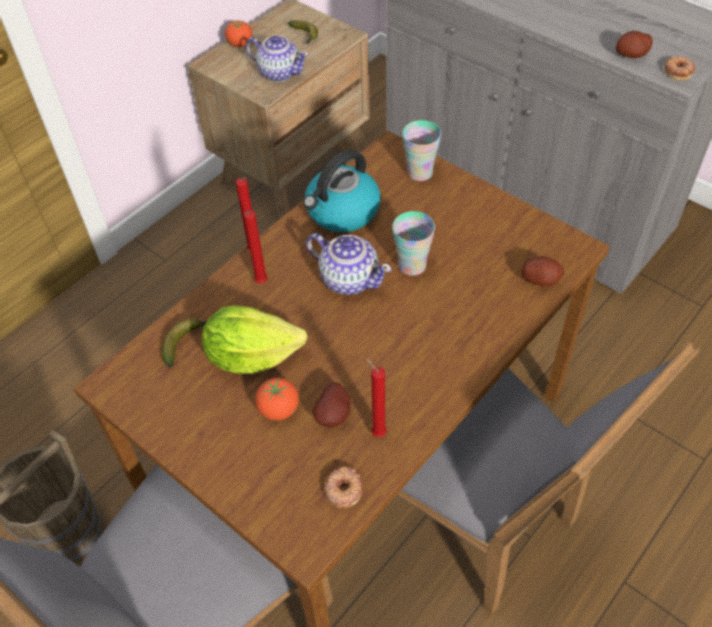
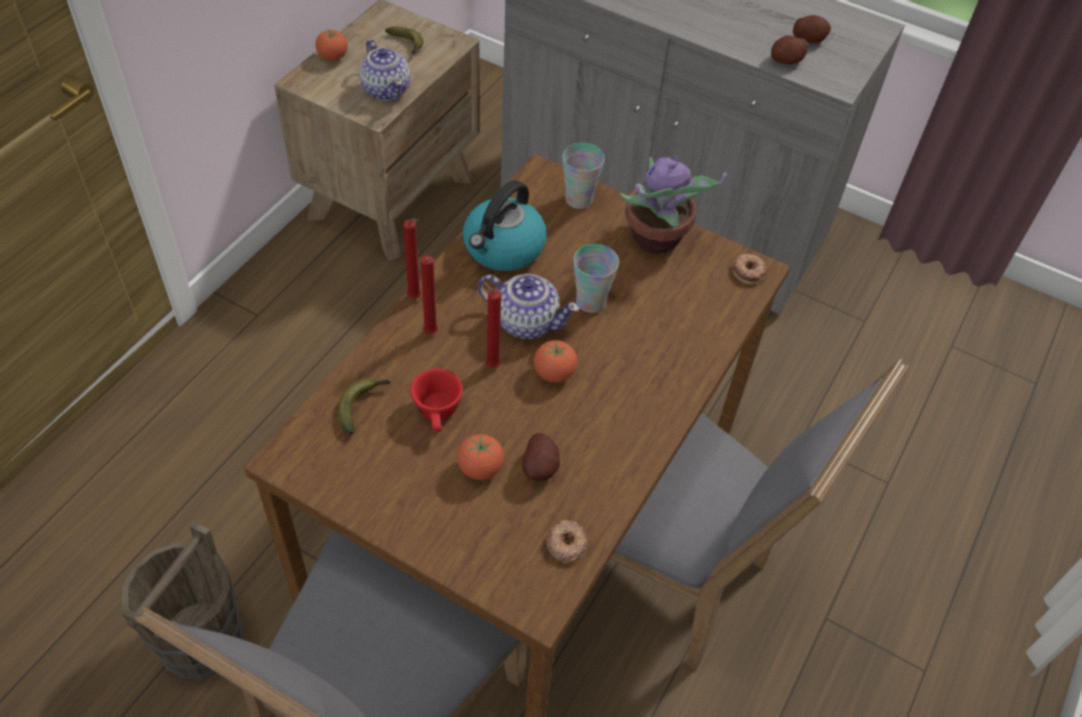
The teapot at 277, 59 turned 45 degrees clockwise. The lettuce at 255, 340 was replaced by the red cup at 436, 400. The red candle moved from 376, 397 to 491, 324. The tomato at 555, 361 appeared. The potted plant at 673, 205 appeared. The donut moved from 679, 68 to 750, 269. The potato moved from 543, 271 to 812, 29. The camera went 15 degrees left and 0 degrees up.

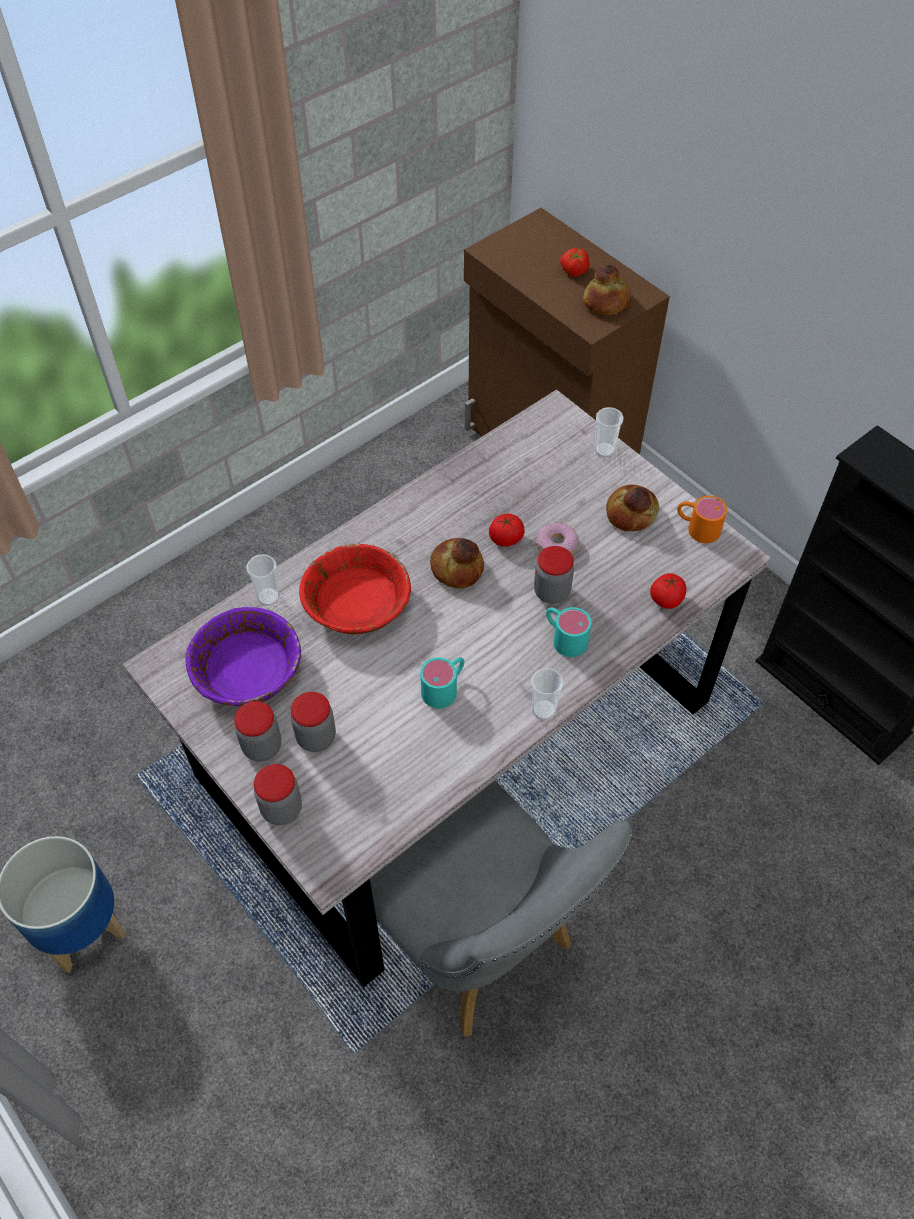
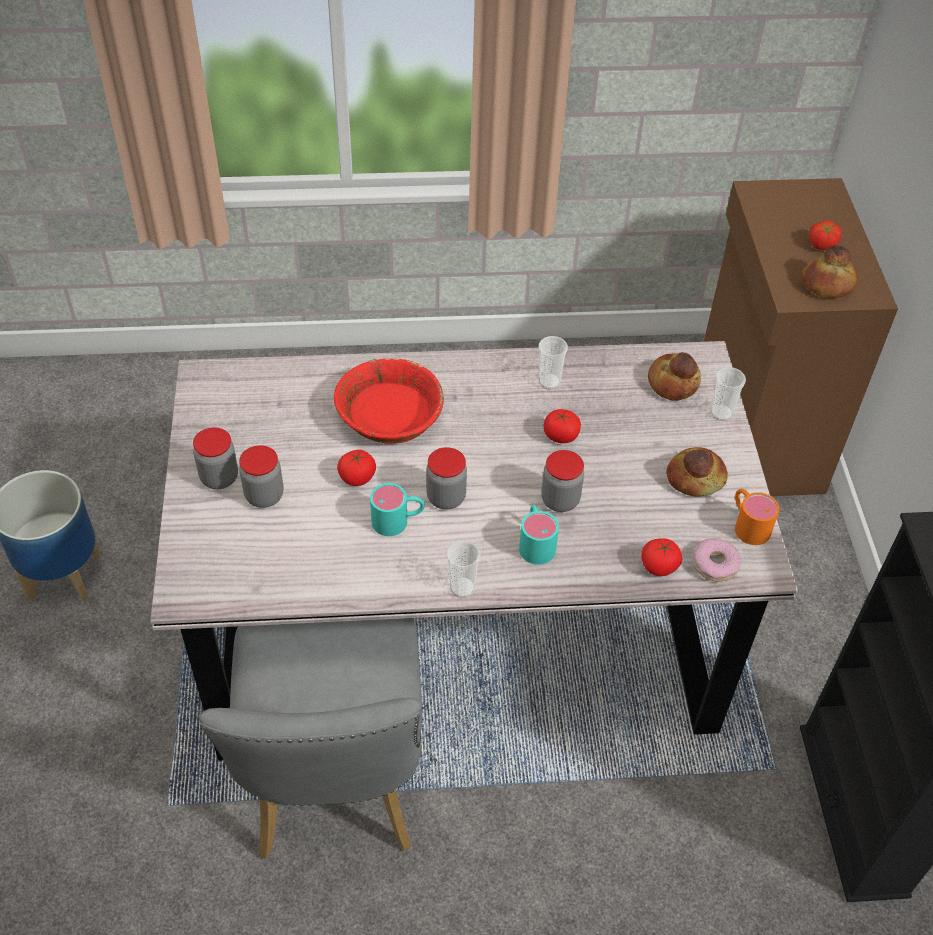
The tomato at 356, 468 appeared. The jar moved from 278, 794 to 446, 478. The cup moved from 263, 580 to 553, 363. The bread moved from 457, 563 to 674, 376. The donut moved from 557, 538 to 717, 560. The purple bowl at 243, 656 disappeared. The camera went 35 degrees right and 5 degrees down.

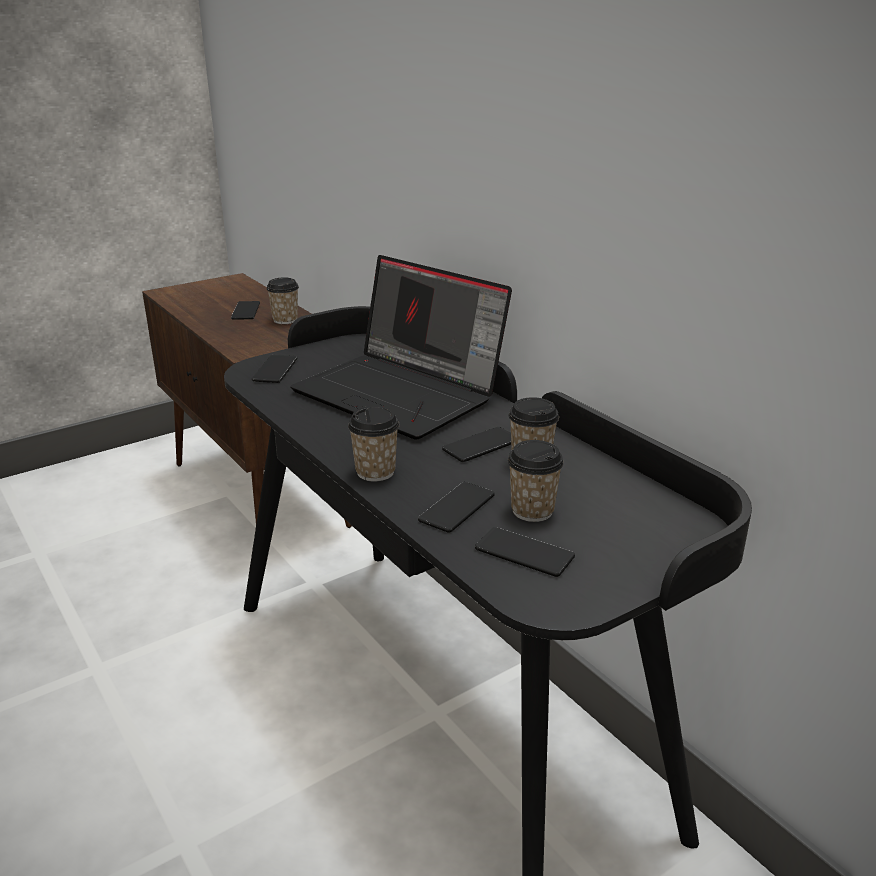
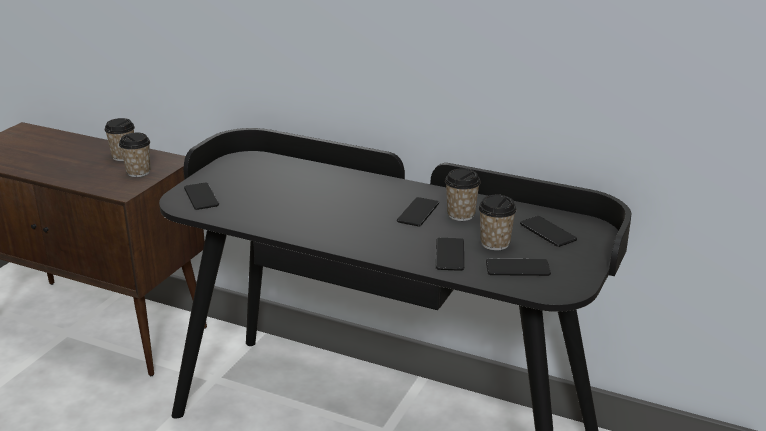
The cup moved from 374, 444 to 134, 155. The phone moved from 245, 310 to 548, 231. The laptop at 401, 347 disappeared. The camera went 30 degrees left and 0 degrees up.

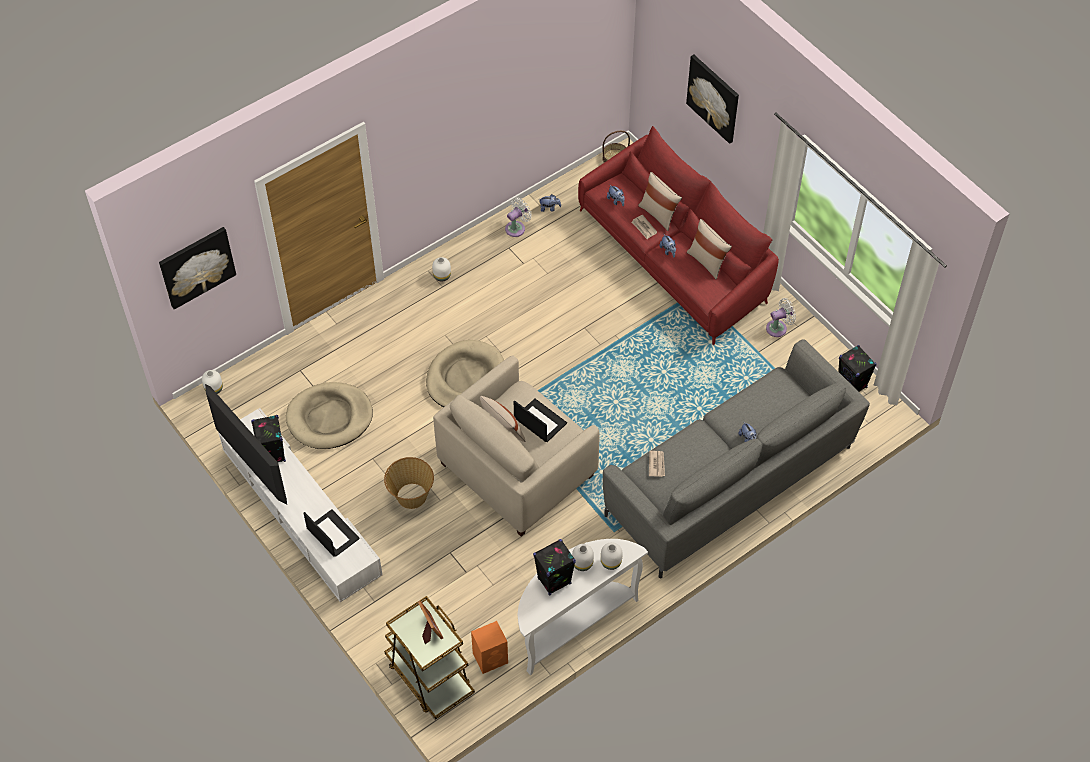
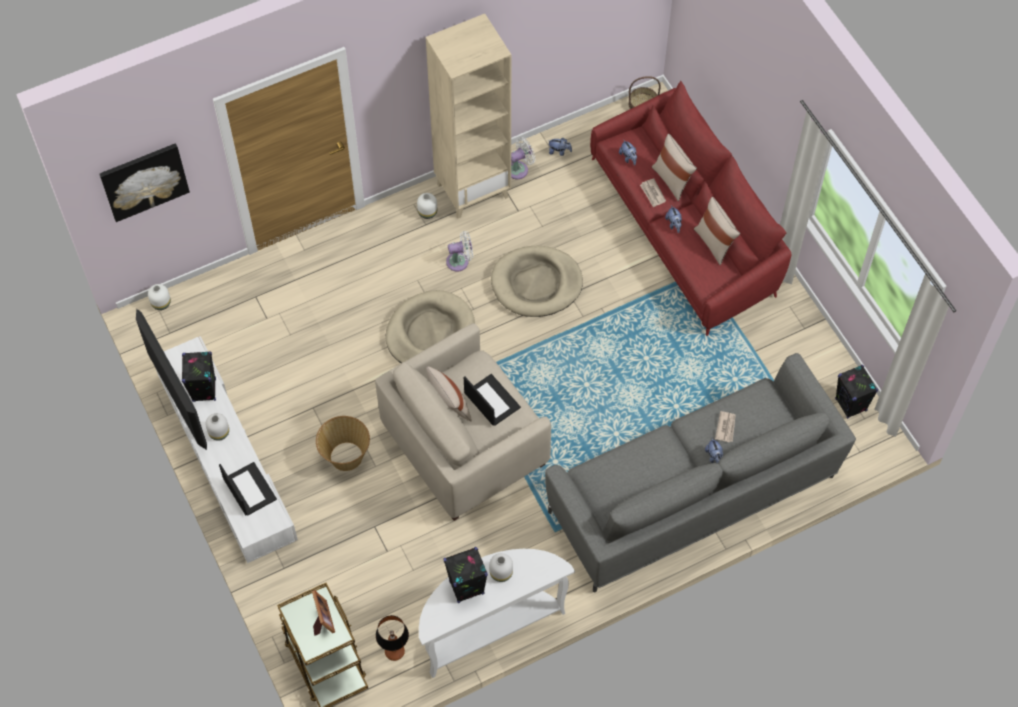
The white vase moved from 612, 556 to 217, 427. The orange speaker at 489, 647 was replaced by the table lamp at 392, 638. The beige bookcase at 468, 116 appeared. The white fan moved from 781, 317 to 459, 251. The beige dog bed moved from 329, 415 to 537, 281. The newspaper moved from 657, 464 to 725, 426. The picture at 712, 99 disappeared. The camera went 10 degrees right and 5 degrees up.

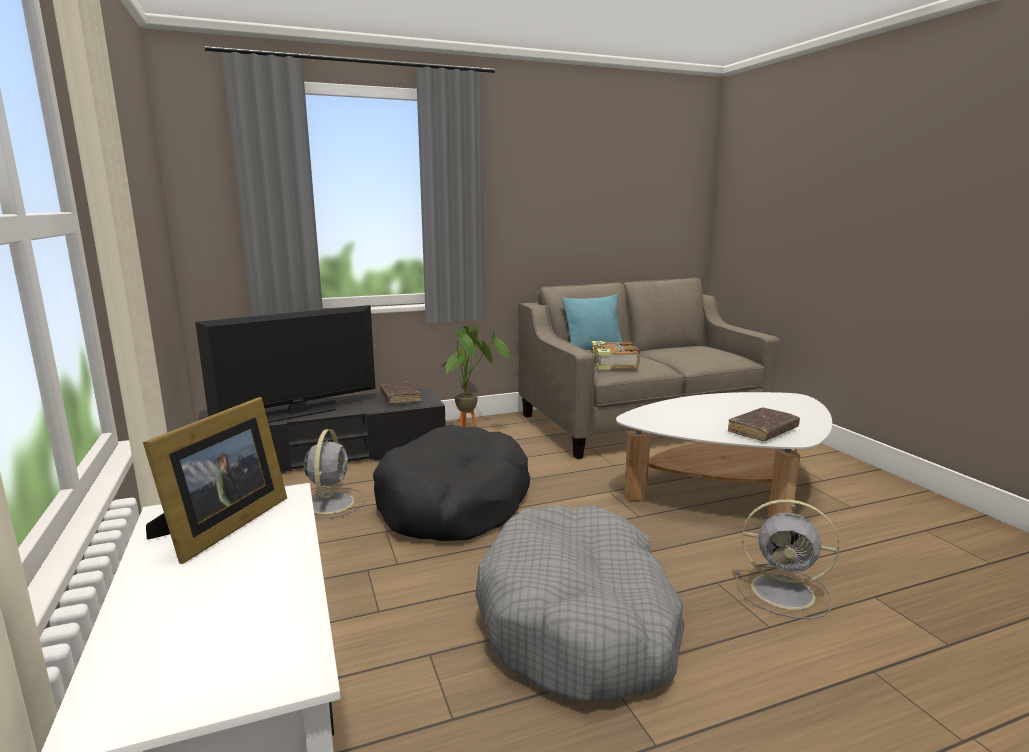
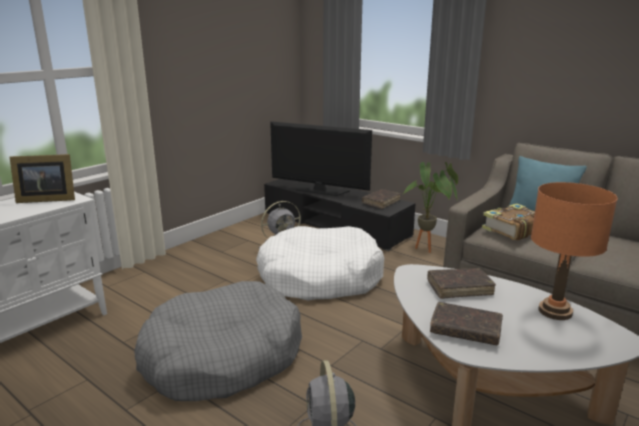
The black dog bed at 451, 483 became the white dog bed at 320, 263. The brown book at 461, 283 appeared. The orange table lamp at 574, 251 appeared. The camera went 60 degrees right and 5 degrees up.

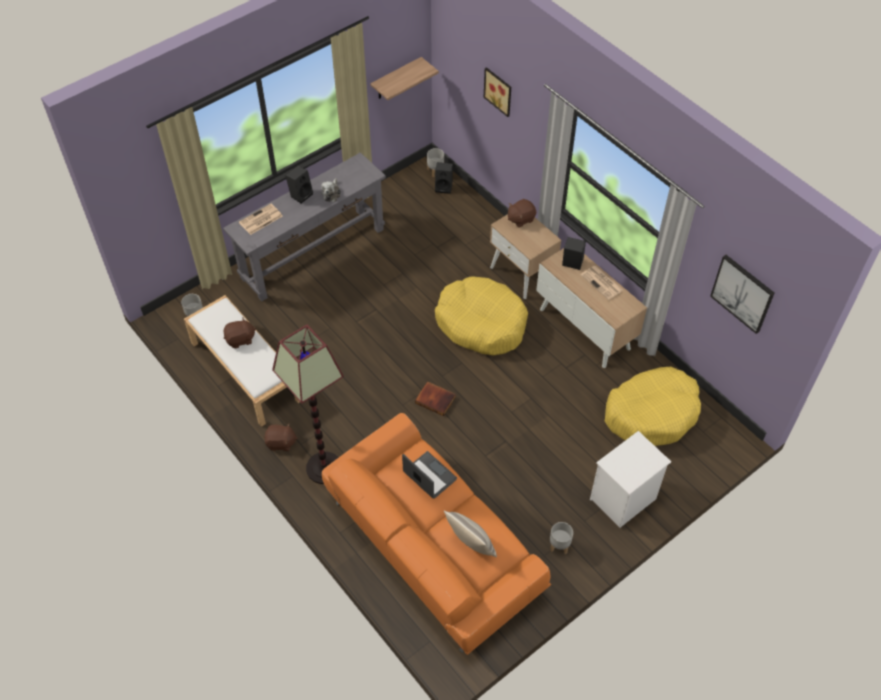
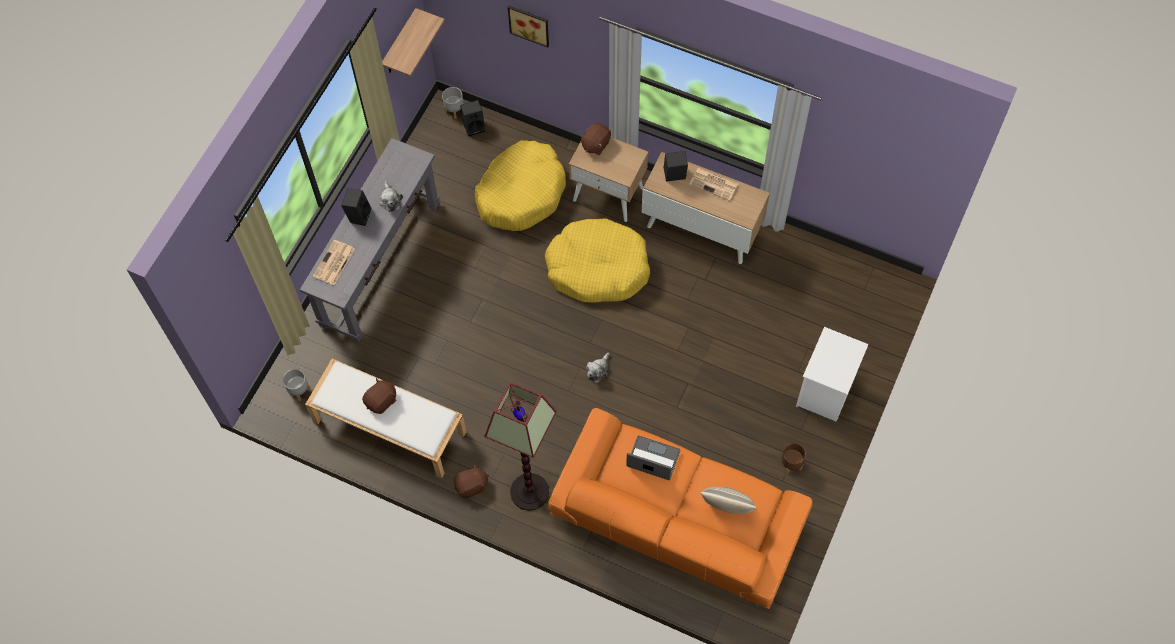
The yellow dog bed moved from 653, 406 to 520, 185. The book at 435, 398 was replaced by the plush toy at 597, 368. The grey planter at 561, 538 became the brown planter at 793, 458. The picture at 742, 294 disappeared. The camera went 25 degrees left and 10 degrees up.

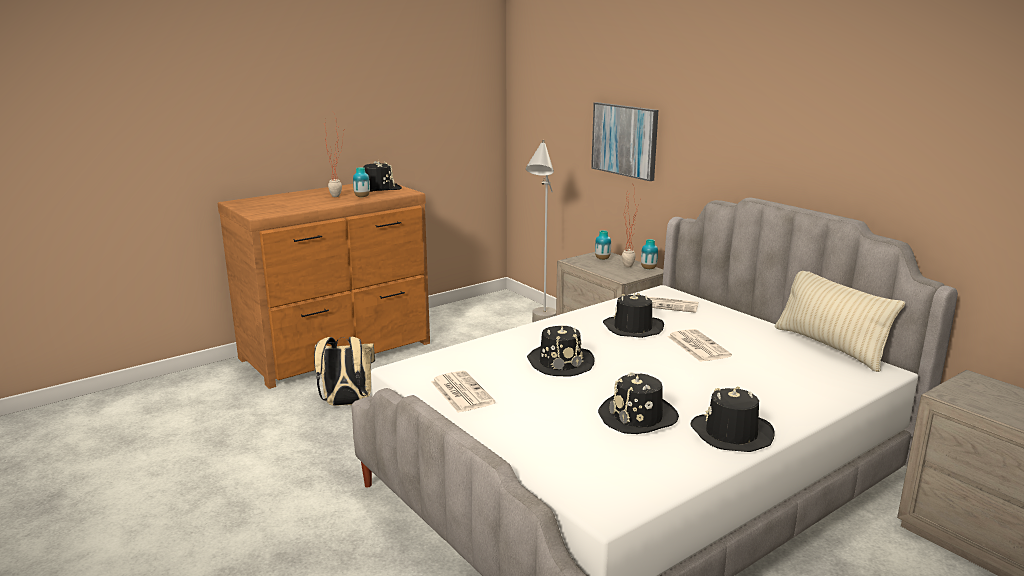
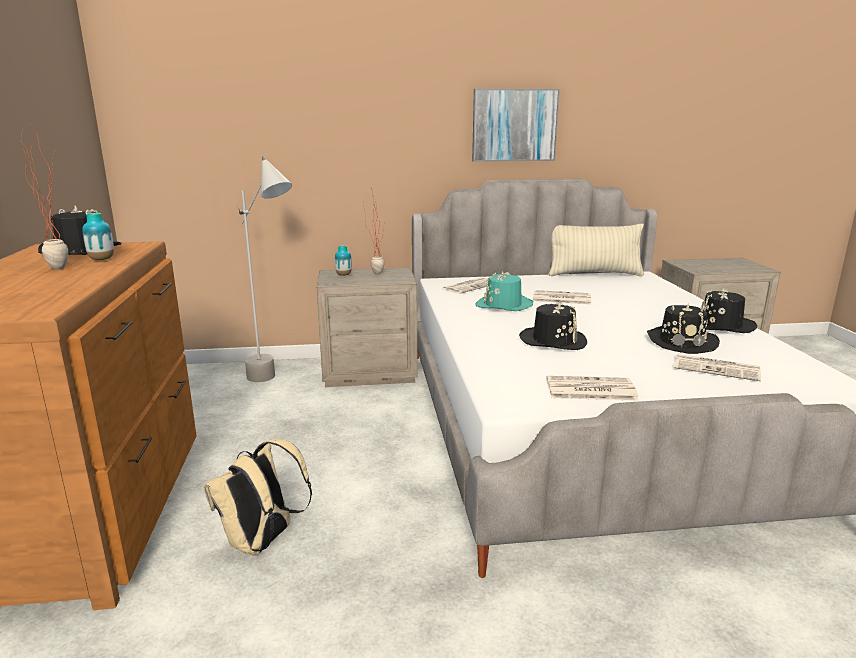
The picture moved from 624, 141 to 516, 125. The black hat at 633, 315 became the turquoise hat at 504, 291. The newspaper at 717, 367 appeared. The vase at 649, 254 disappeared. The camera went 60 degrees left and 0 degrees up.

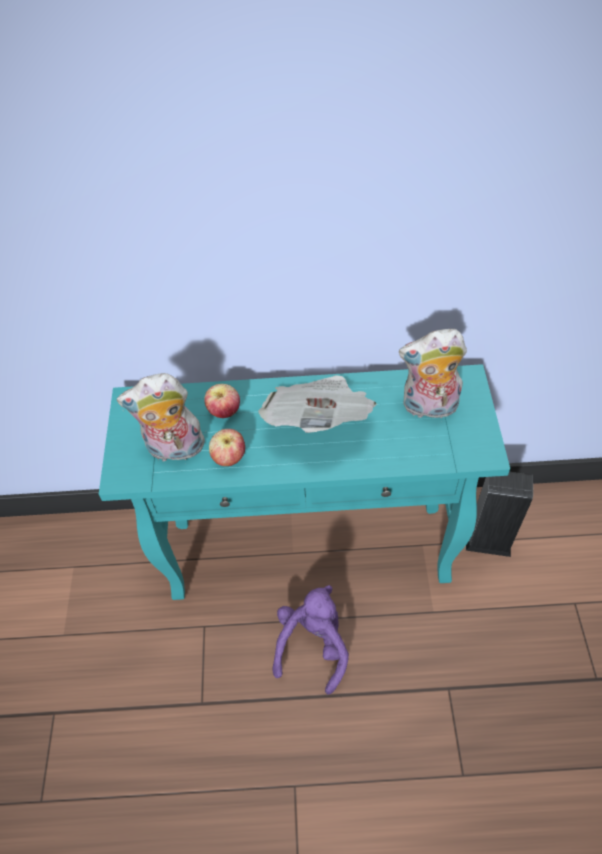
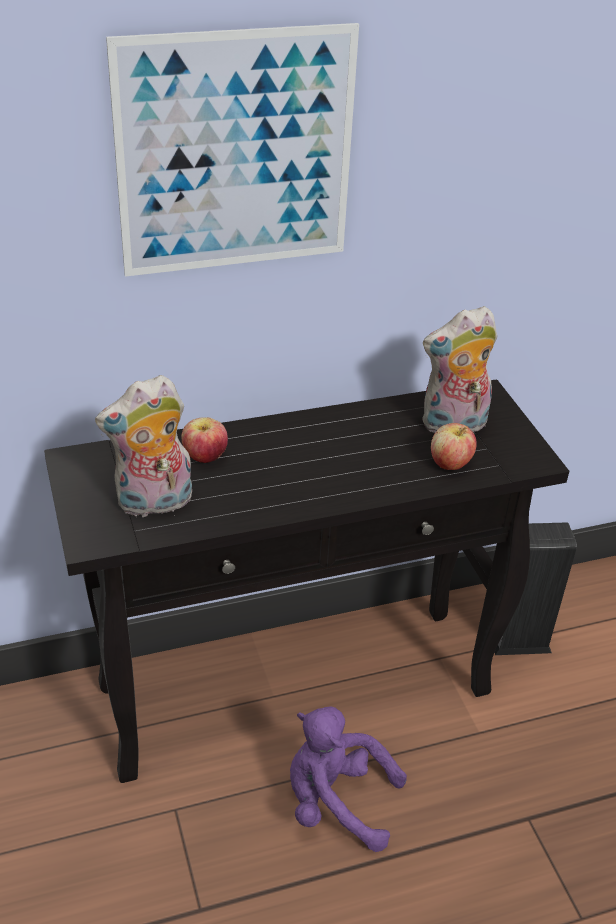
The turquoise console table at 304, 482 became the black console table at 306, 581. The picture at 232, 150 appeared. The purple plush toy at 310, 640 turned 75 degrees counterclockwise. The apple moved from 227, 447 to 454, 446. The newspaper at 317, 404 disappeared. The camera went 20 degrees left and 15 degrees down.

